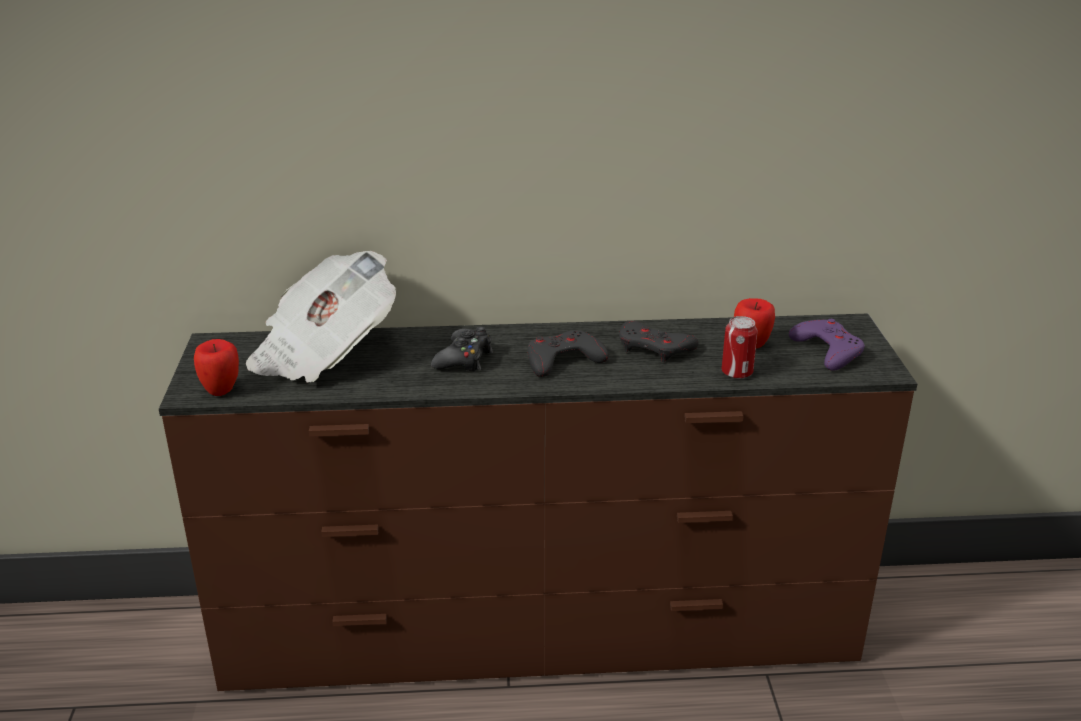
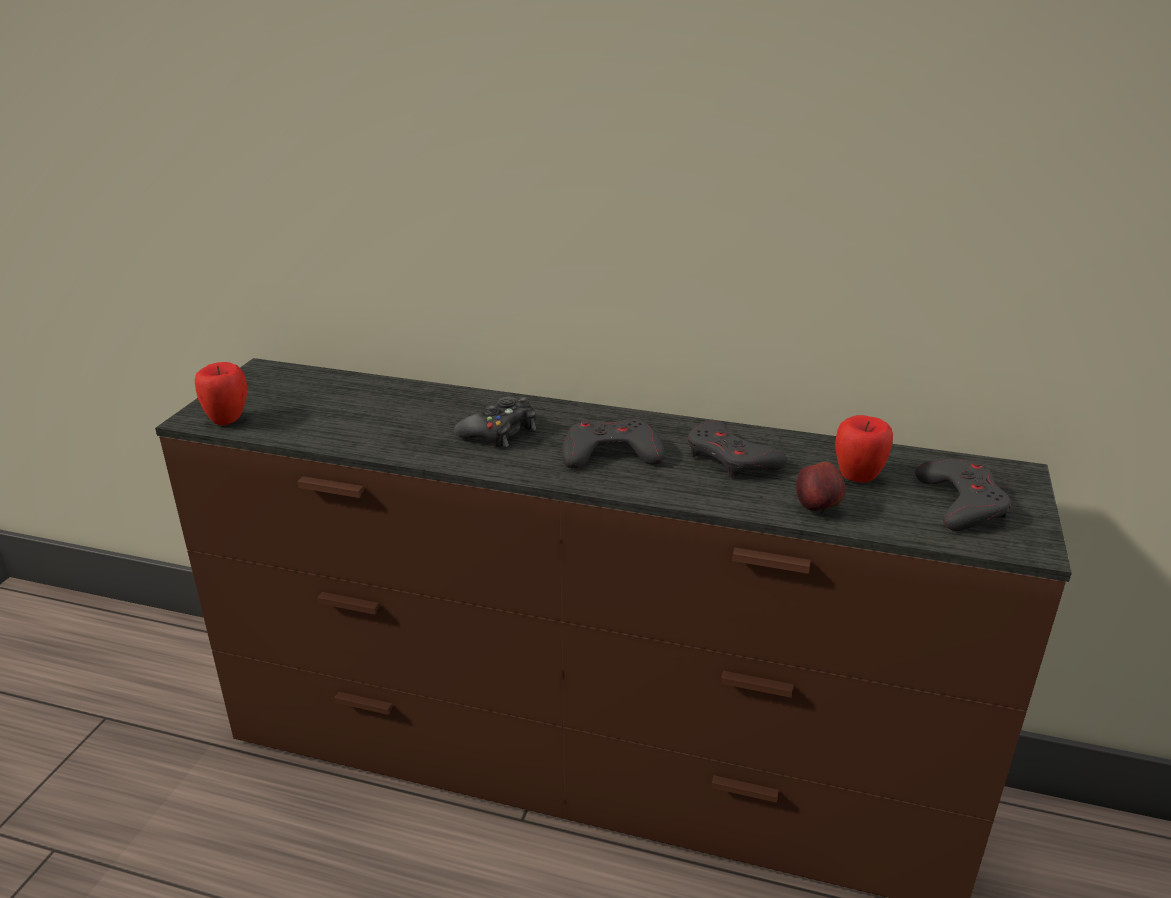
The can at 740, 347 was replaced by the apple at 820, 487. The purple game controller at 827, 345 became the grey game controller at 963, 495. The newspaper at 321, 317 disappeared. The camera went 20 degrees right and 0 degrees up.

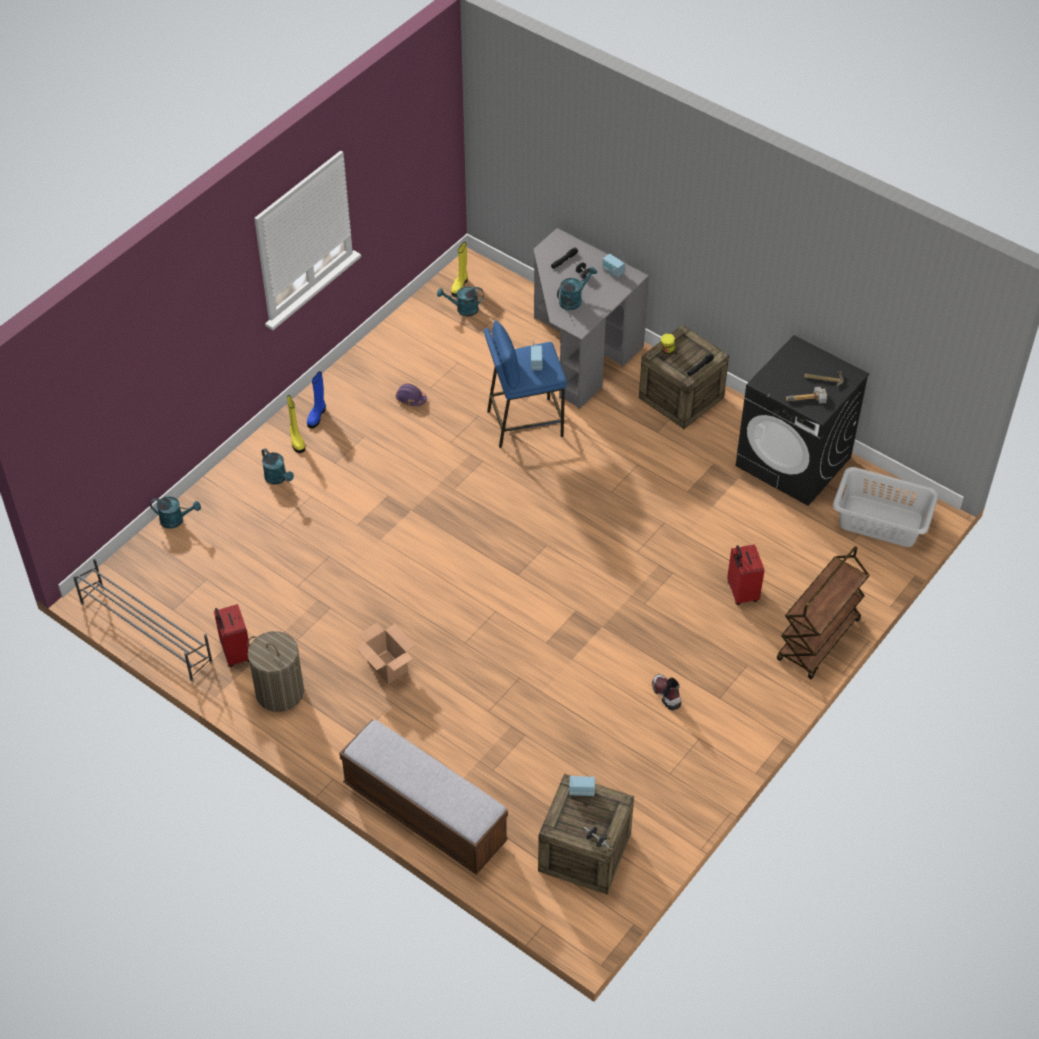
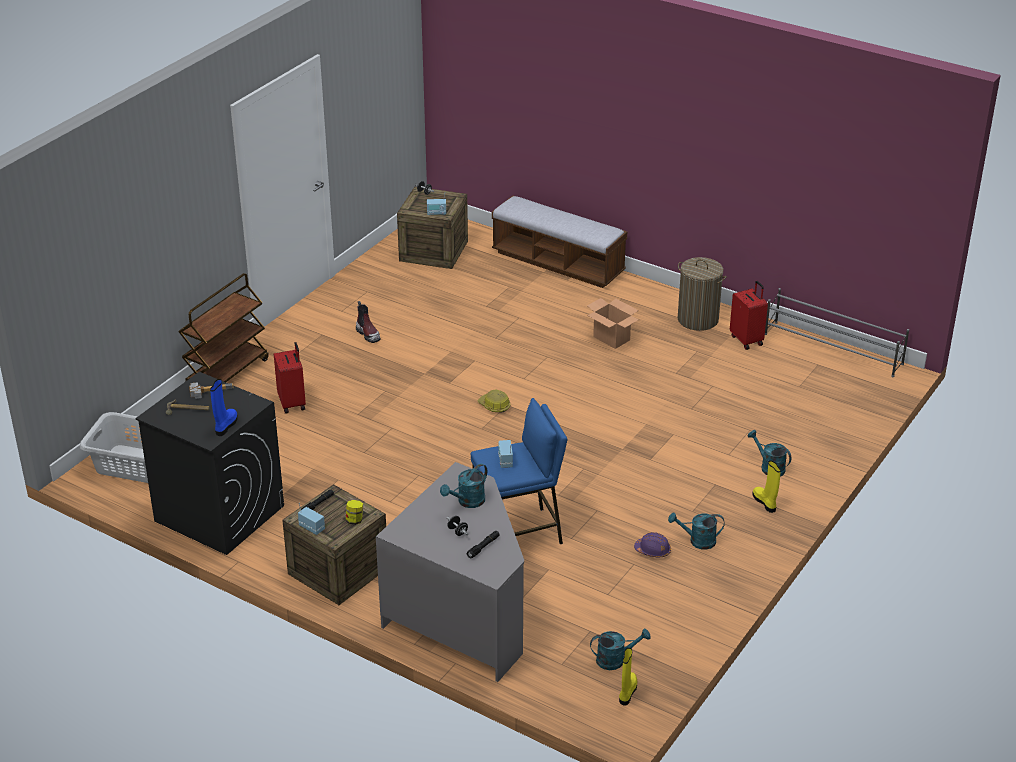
The blue boot moved from 316, 399 to 224, 407. The radio moved from 613, 266 to 311, 519. The hard hat at 494, 401 appeared. The turquoise watering can moved from 175, 512 to 696, 531. The camera went 175 degrees right and 15 degrees down.

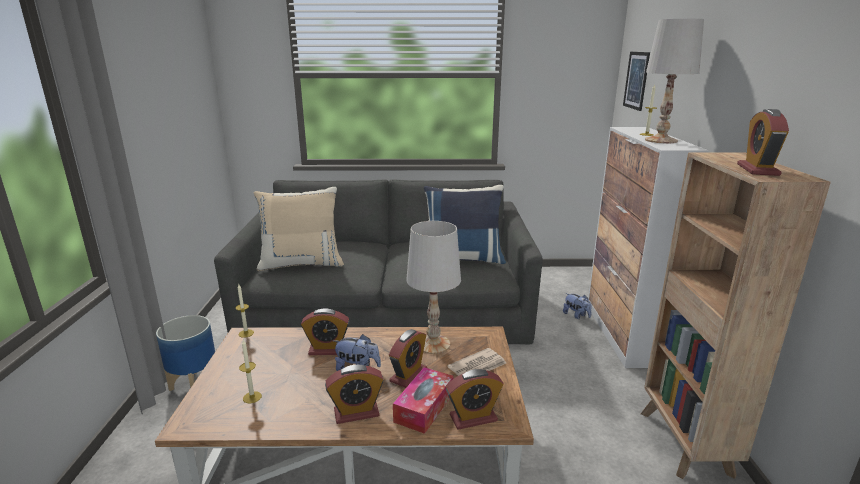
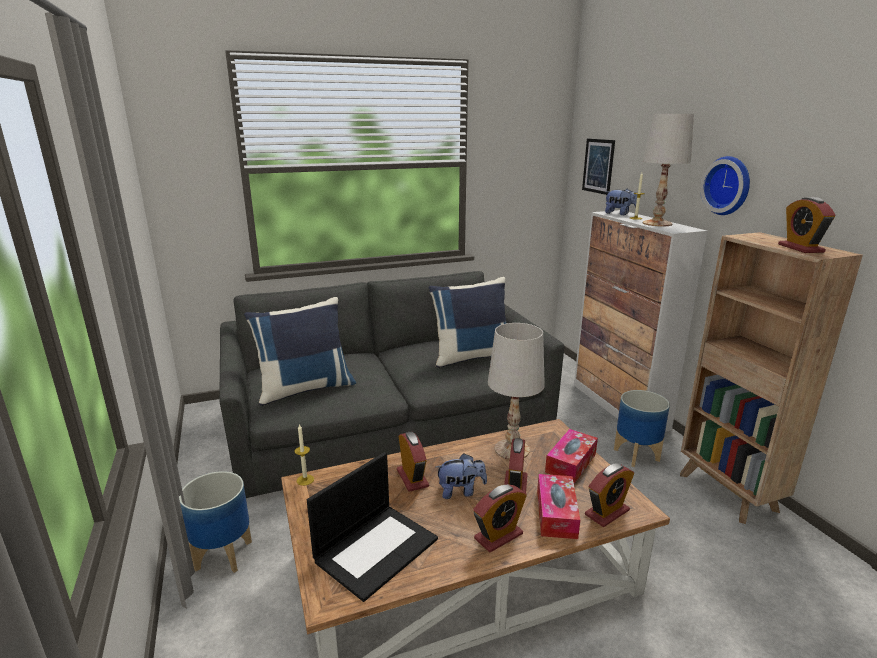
The beige pillow at 299, 229 became the blue pillow at 300, 351. The candle at 250, 371 was replaced by the laptop at 372, 527. The alarm clock at 325, 331 turned 90 degrees counterclockwise. The newspaper at 477, 362 was replaced by the tissue box at 571, 456. The plush toy moved from 577, 306 to 621, 202. The planter at 642, 428 appeared. The wall clock at 725, 185 appeared. The camera went 20 degrees left and 0 degrees up.

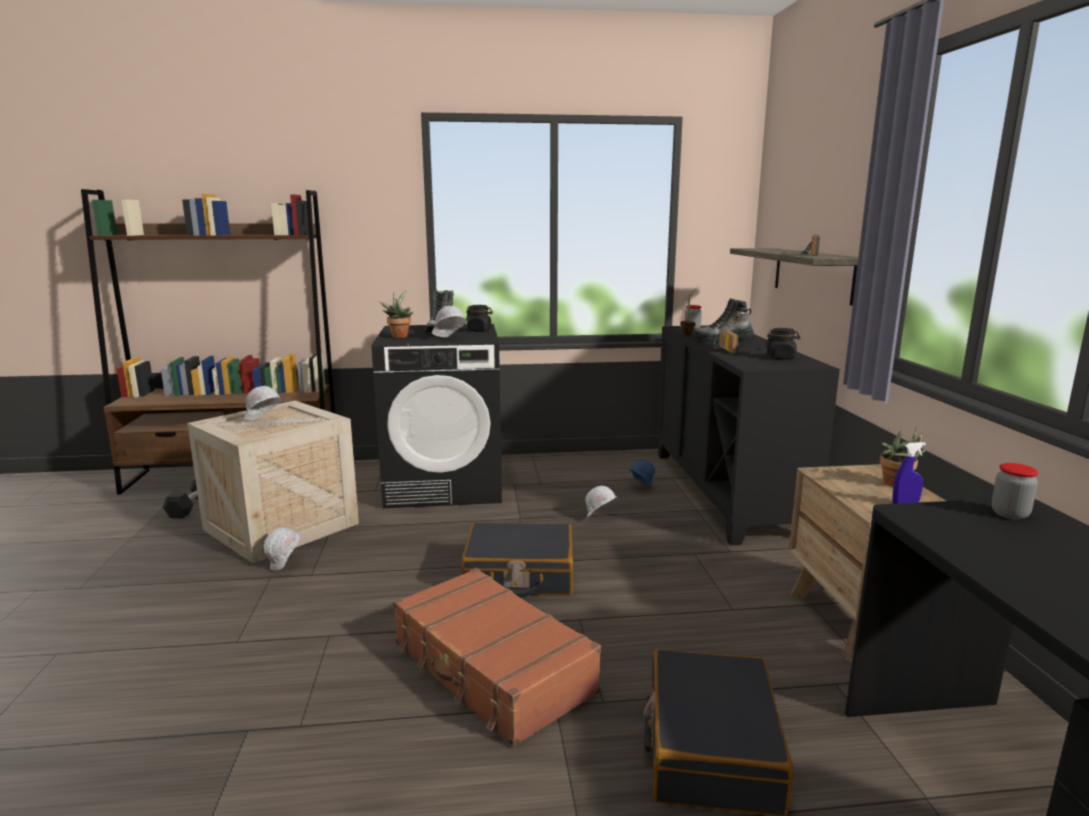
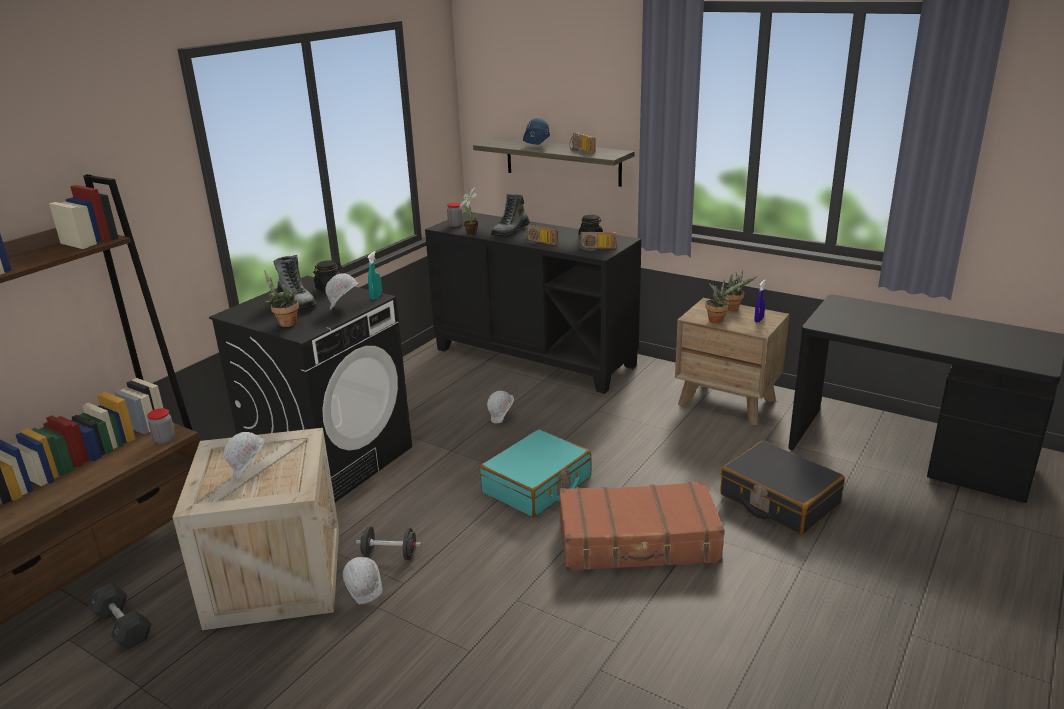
The jar moved from 1015, 491 to 161, 426. The black dumbbell at 388, 543 appeared. The turquoise spray bottle at 374, 275 appeared. The black suitcase at 517, 560 became the turquoise suitcase at 535, 473. The blue hard hat moved from 642, 473 to 536, 131. The radio at 597, 241 appeared. The potted plant at 725, 301 appeared. The camera went 50 degrees left and 10 degrees up.

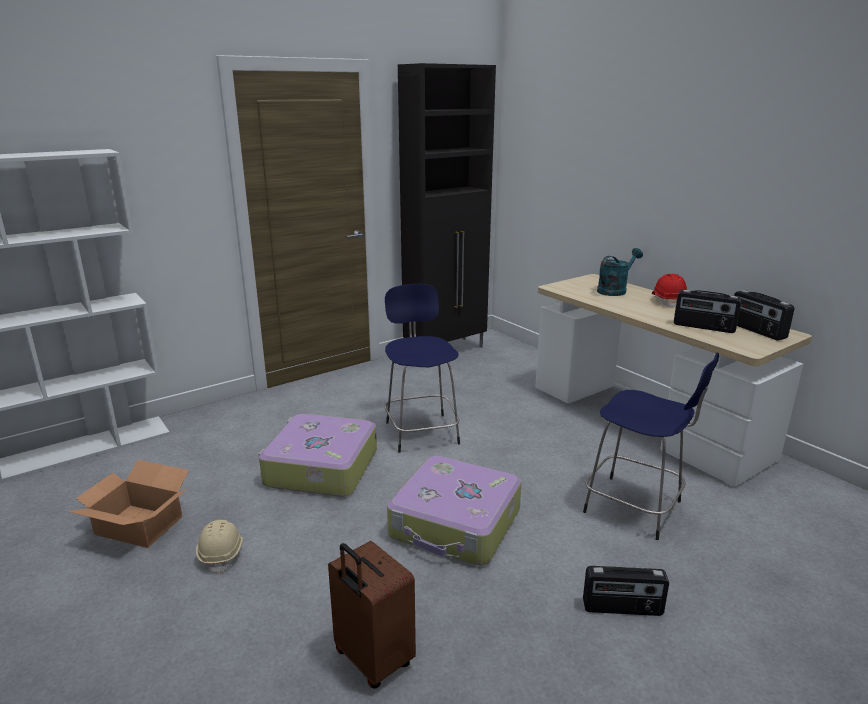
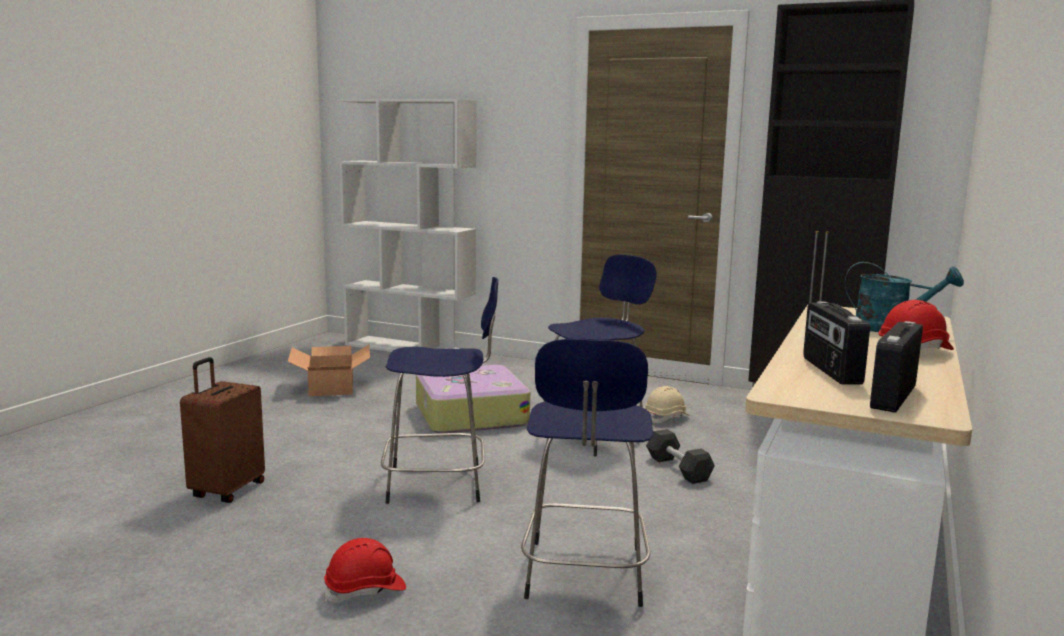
The radio at 626, 591 was replaced by the red hard hat at 365, 570. The suitcase at 454, 511 was replaced by the blue stool at 439, 390. The beige hard hat moved from 219, 547 to 667, 404. The black dumbbell at 680, 456 appeared. The camera went 60 degrees right and 10 degrees down.

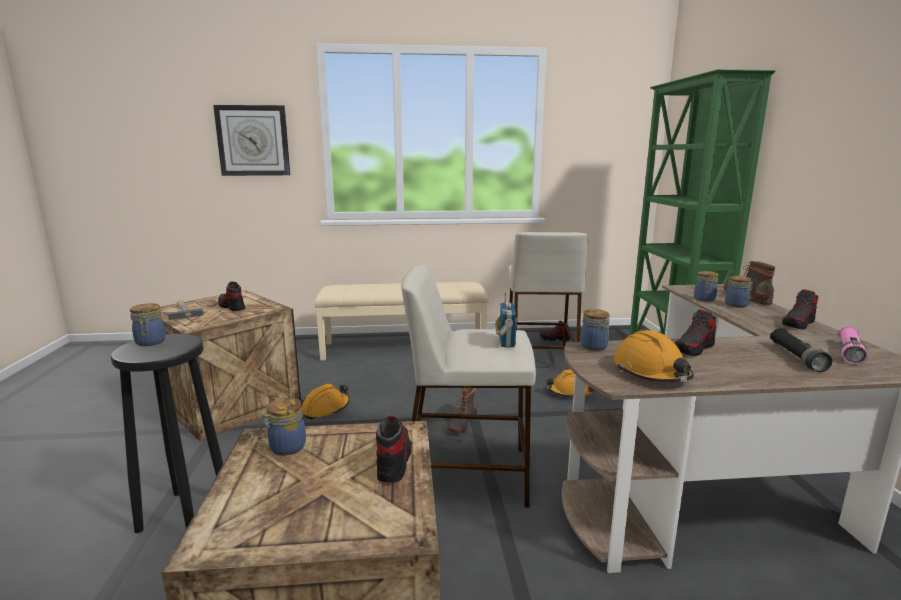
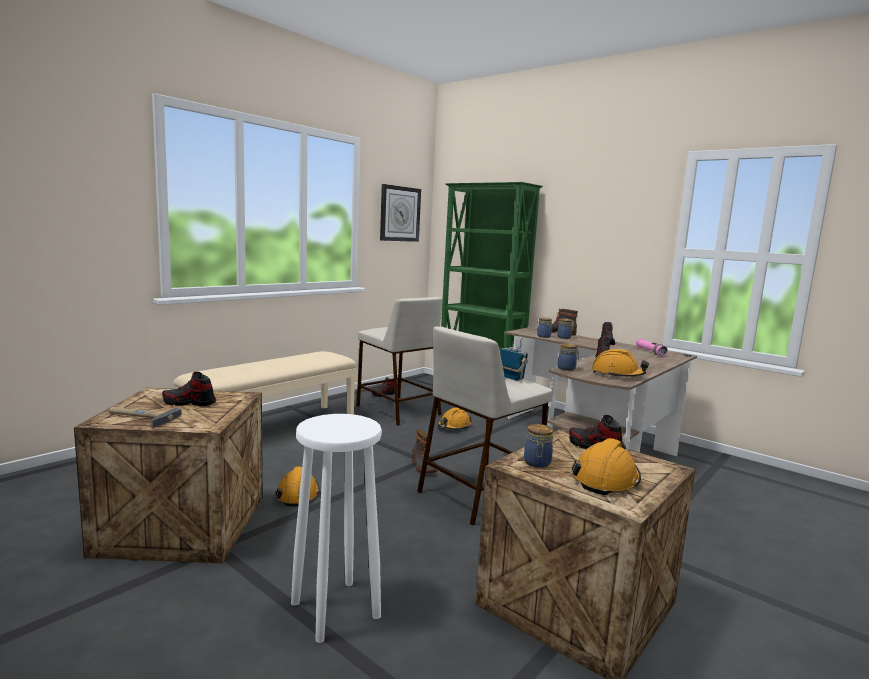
The black stool at 167, 433 became the white stool at 336, 528. The wall clock moved from 251, 140 to 400, 213. The orange hard hat at 606, 466 appeared. The jar at 148, 324 disappeared. The black flashlight at 801, 350 disappeared. The camera went 45 degrees left and 5 degrees down.

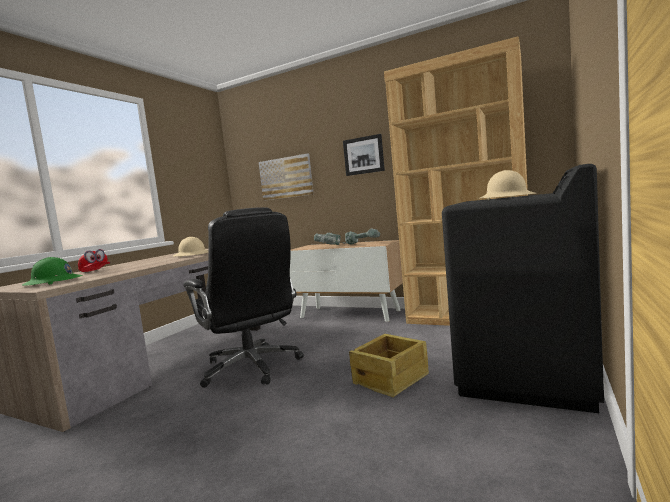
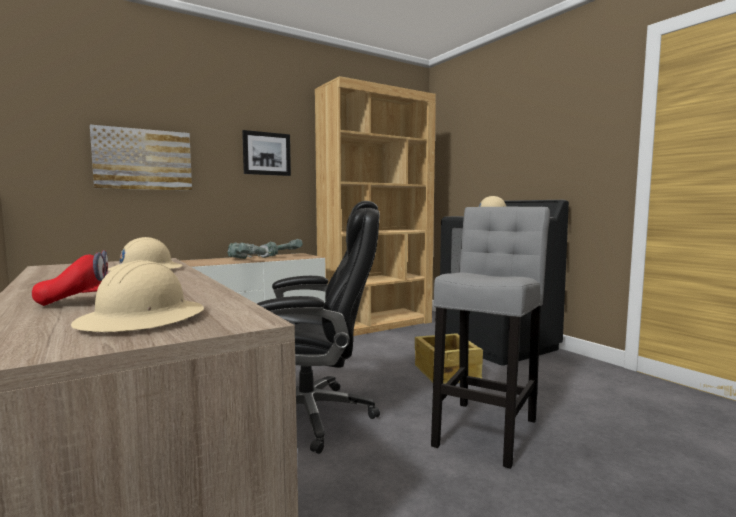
The green hard hat at 52, 271 became the beige hard hat at 137, 296. The grey stool at 490, 338 appeared. The camera went 60 degrees left and 0 degrees up.

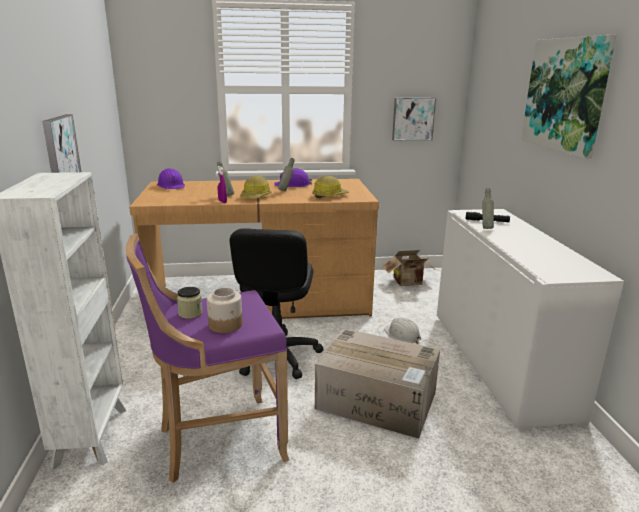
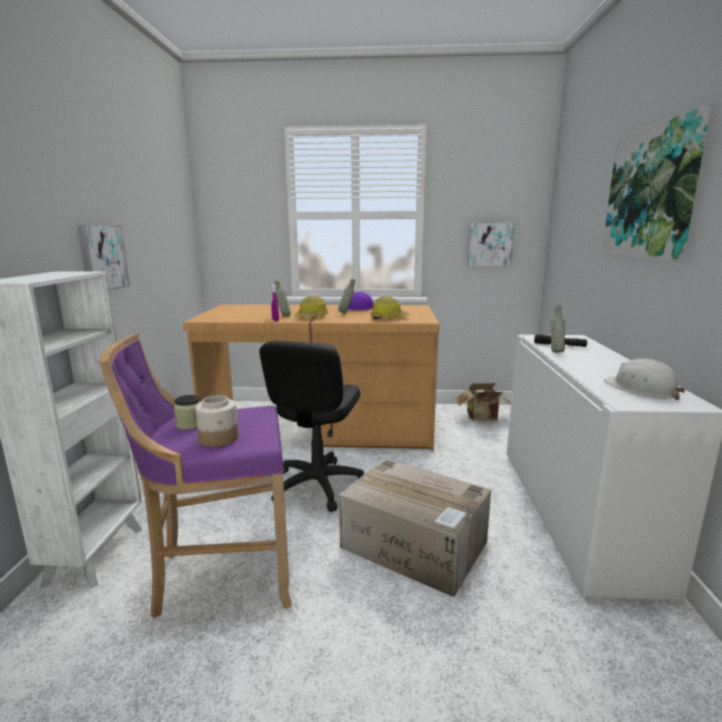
The white hard hat moved from 402, 331 to 644, 379. The purple hard hat at 171, 178 disappeared. The camera went 10 degrees right and 5 degrees down.

